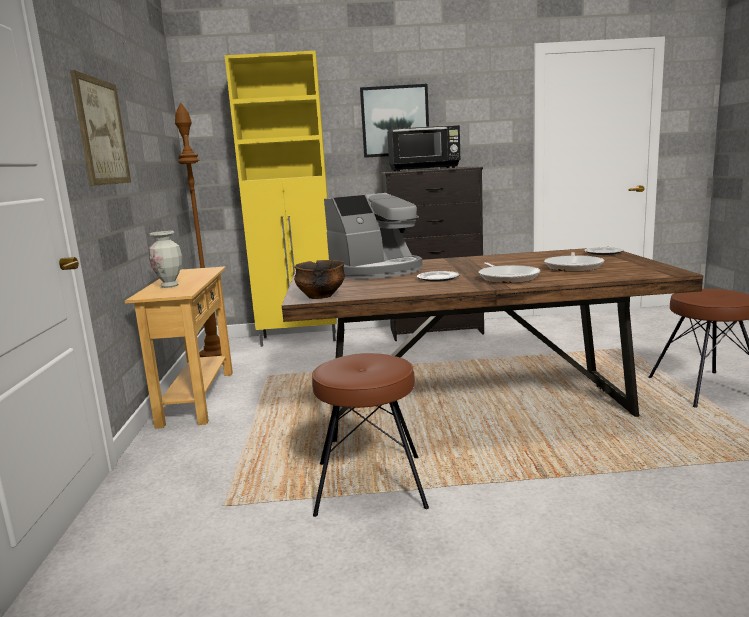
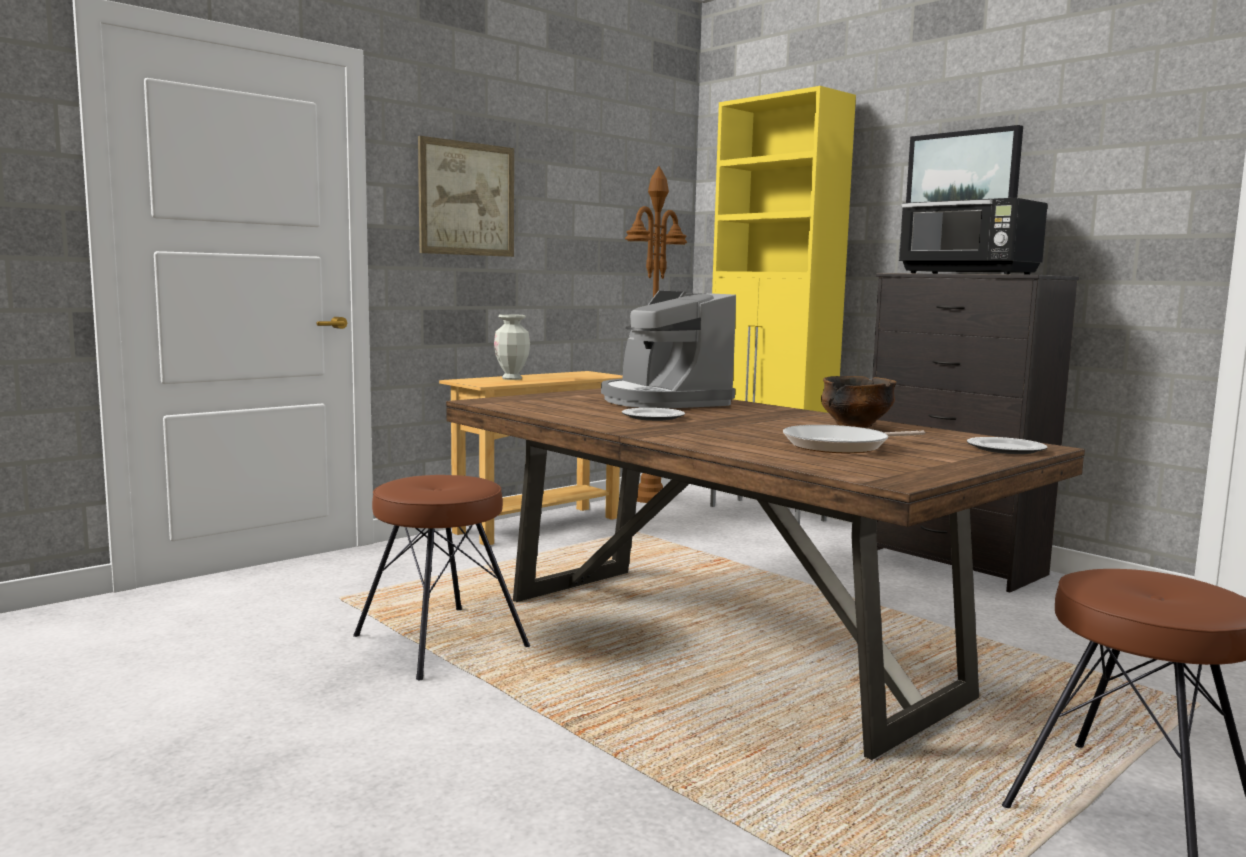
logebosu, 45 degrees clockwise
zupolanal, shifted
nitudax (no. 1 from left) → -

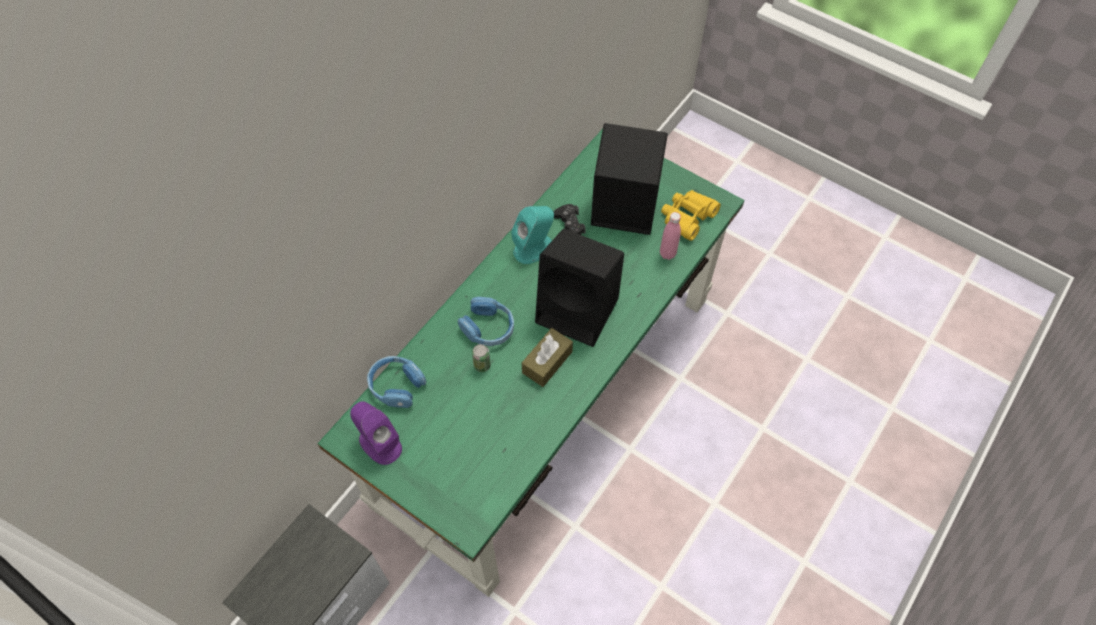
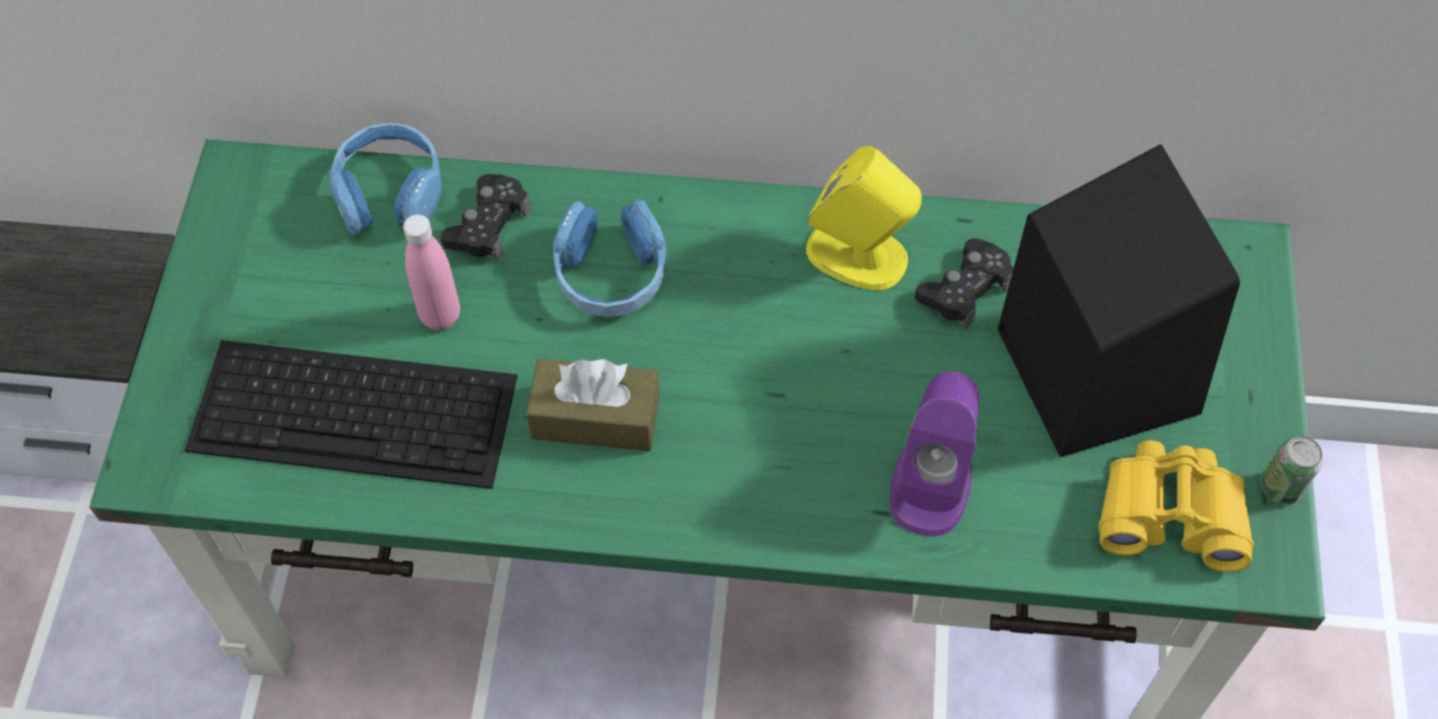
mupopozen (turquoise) → mupopozen (yellow)
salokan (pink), shifted
mupopozen (black) (no. 1 from left) → -
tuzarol, shifted
mupopozen (purple), shifted
- → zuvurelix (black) (no. 1 from left)
- → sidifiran

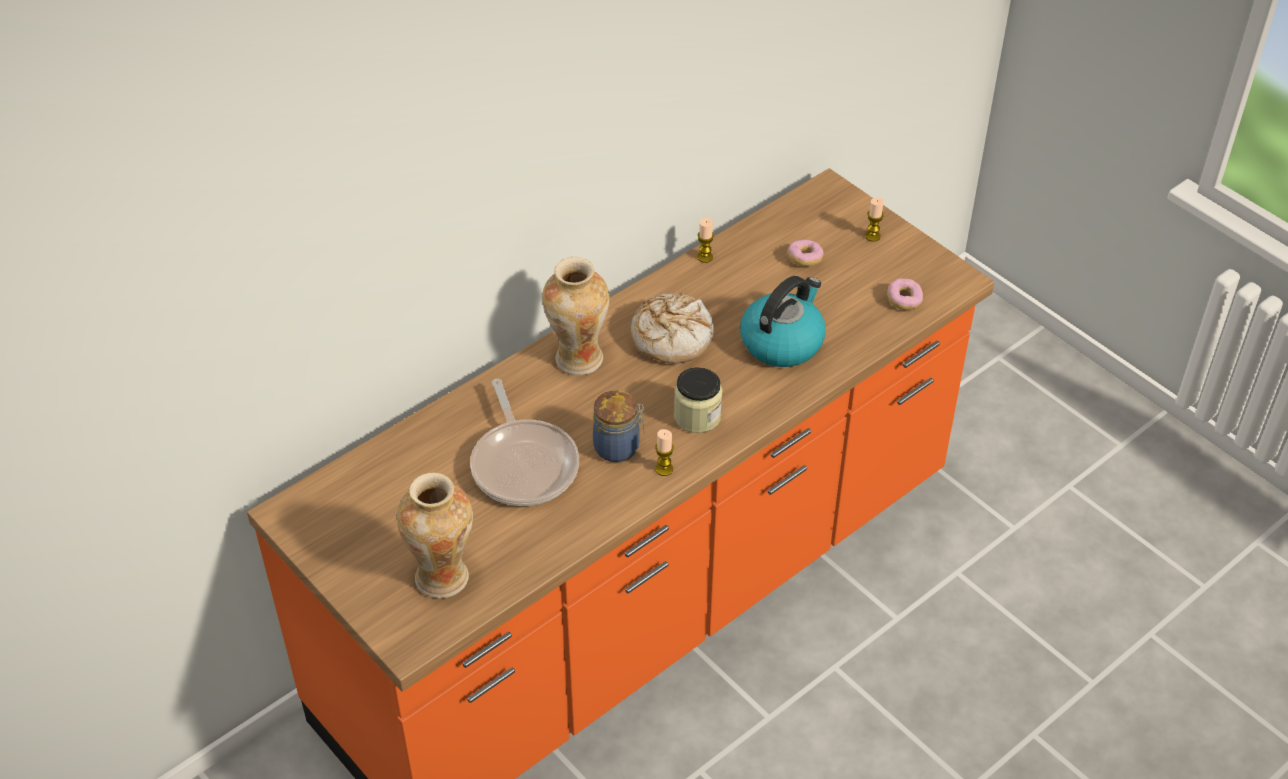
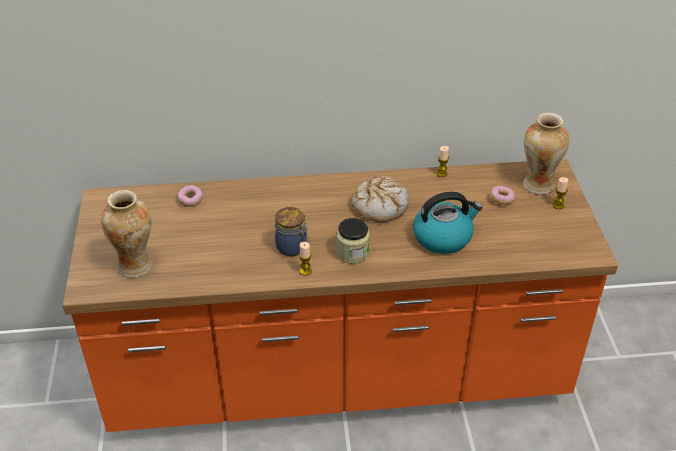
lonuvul (no. 2 from left), shifted
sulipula (no. 2 from left in the first image) → sulipula (no. 1 from left), shifted
nitudax → -

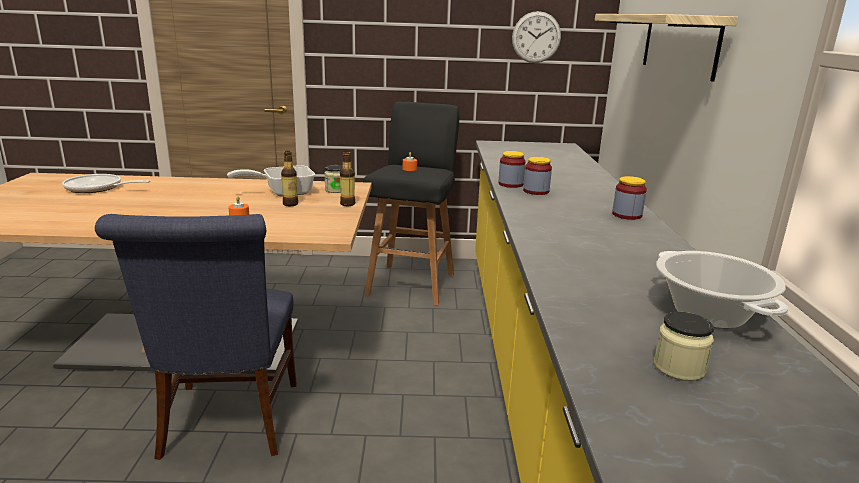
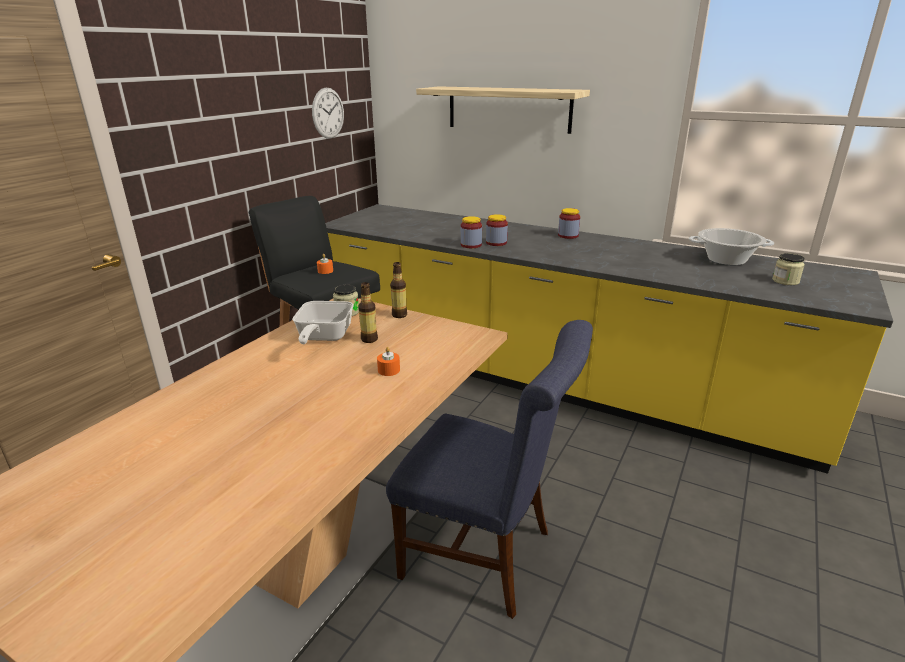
nitudax (no. 1 from left) → -

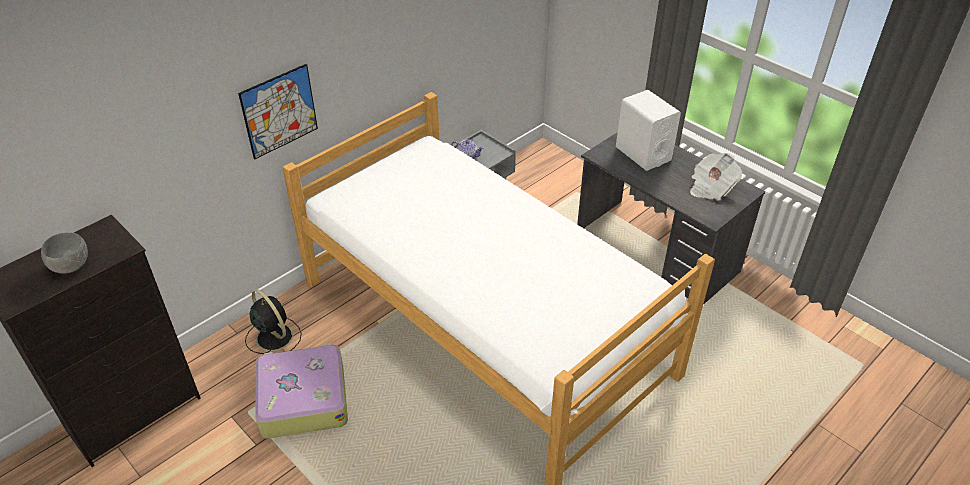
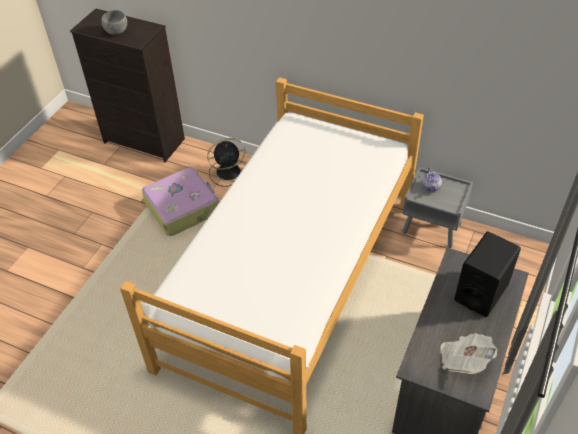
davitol → -
mupopozen (white) → mupopozen (black)
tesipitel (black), 135 degrees counterclockwise

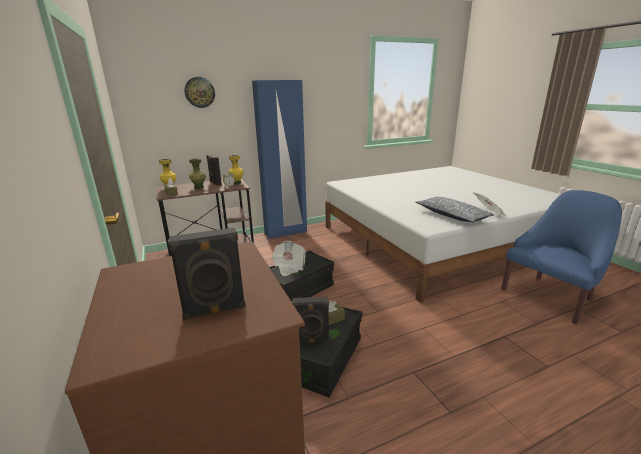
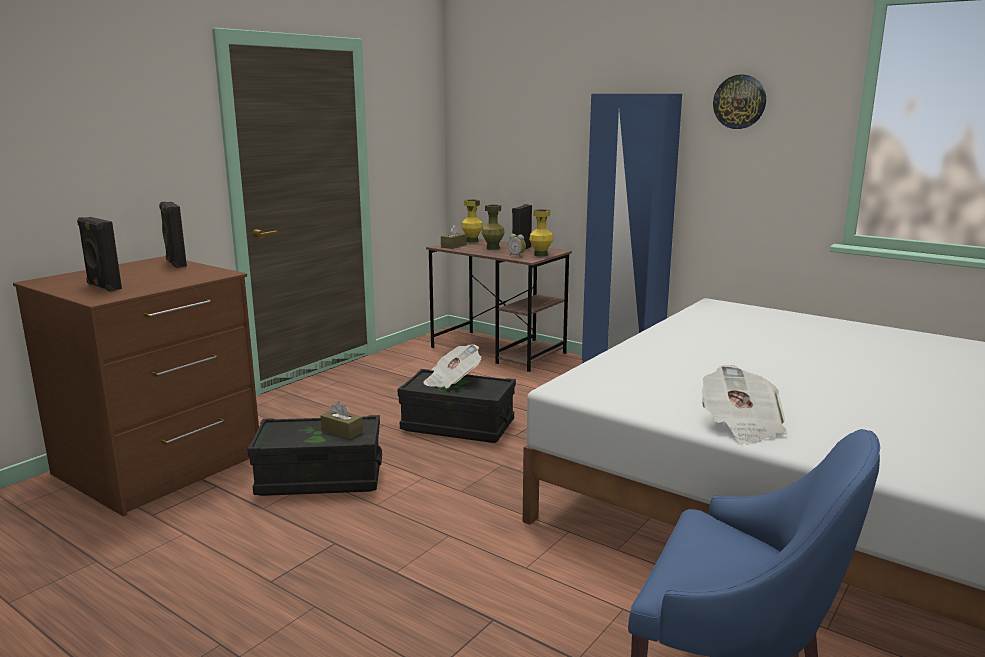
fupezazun, shifted
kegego → -
mupopozen (black) (no. 3 from left in the first image) → mupopozen (black) (no. 2 from left), shifted

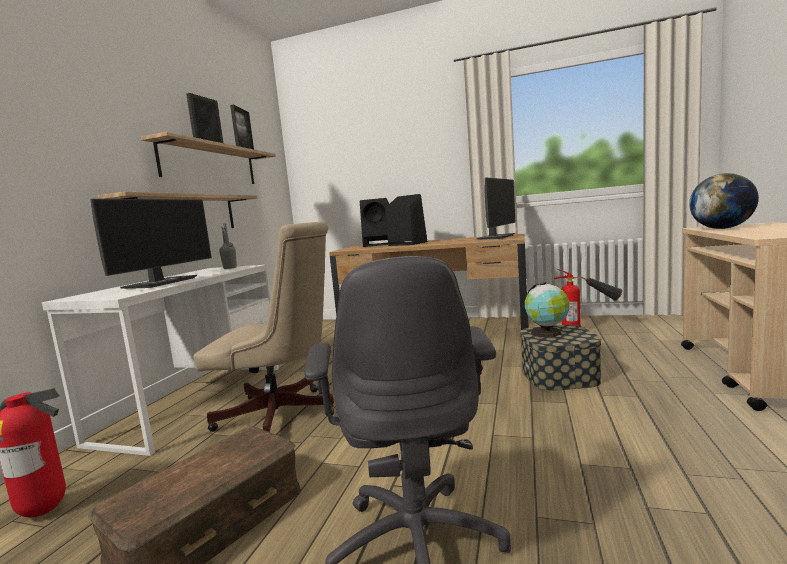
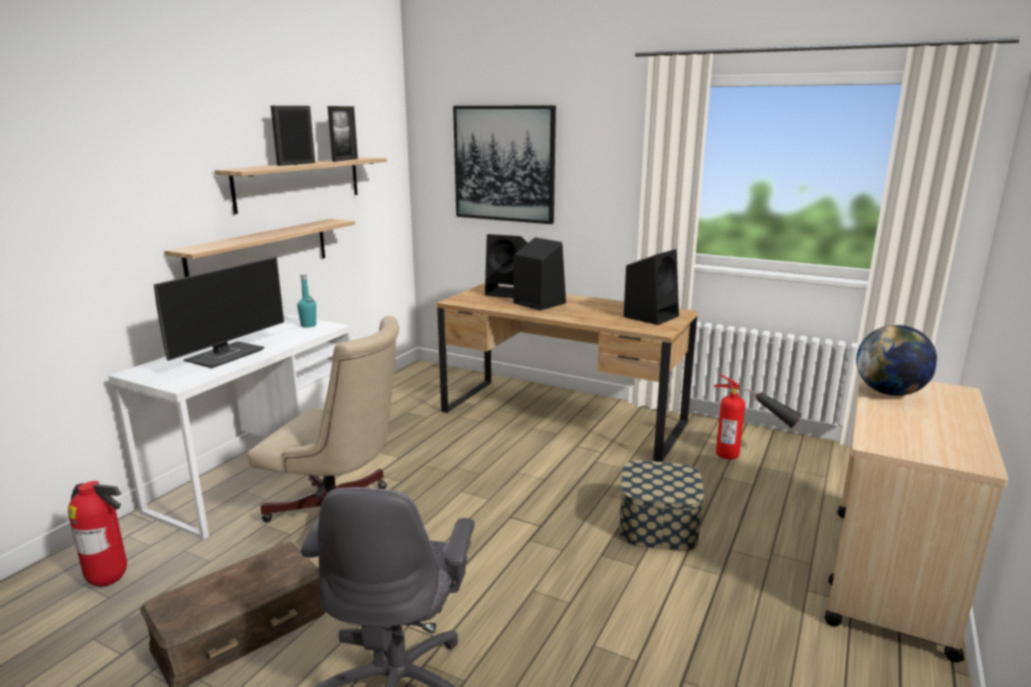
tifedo (no. 2 from left) → mupopozen (black) (no. 3 from left)
salokan (grey) → salokan (turquoise)
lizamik (no. 1 from left) → -
- → davitol

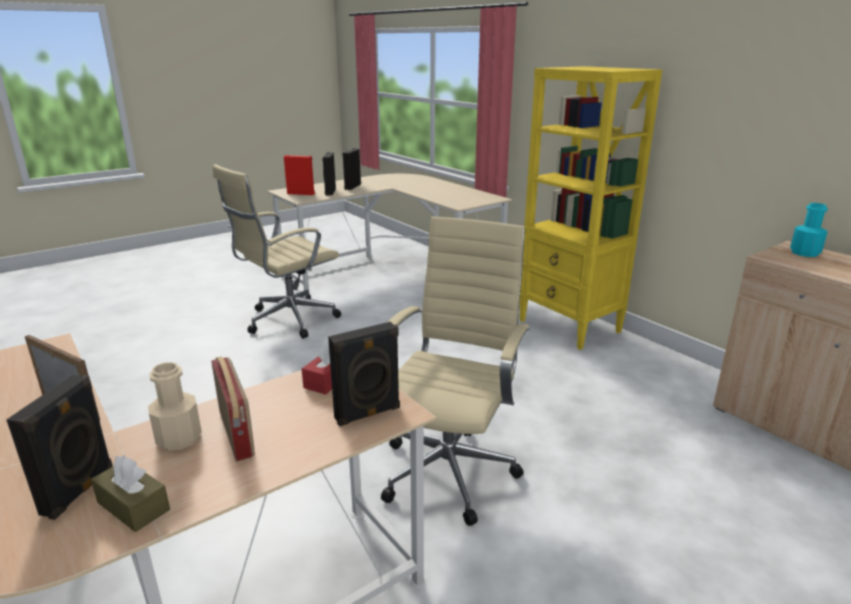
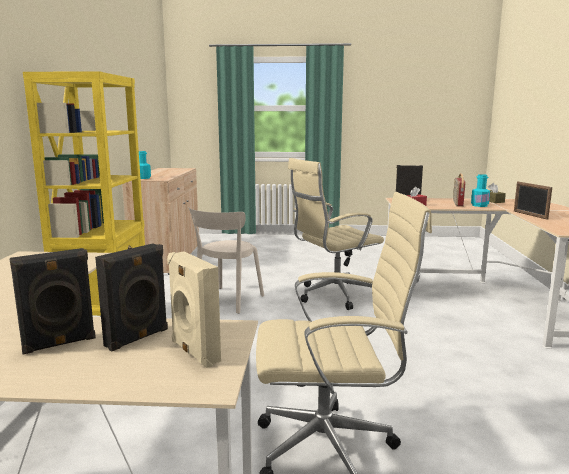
mupopozen (red) → mupopozen (beige)
salokan (beige) → salokan (turquoise) (no. 2 from left)
mupopozen (black) (no. 1 from left) → -
- → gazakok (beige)

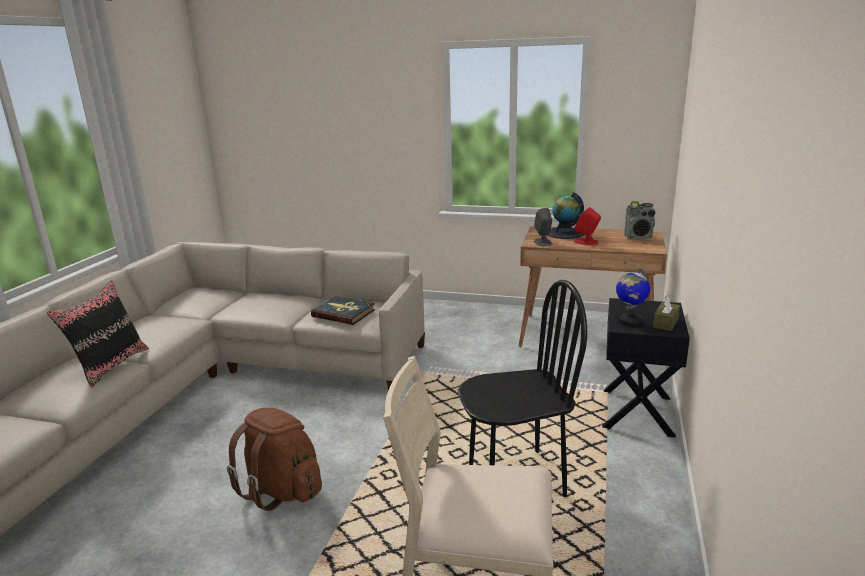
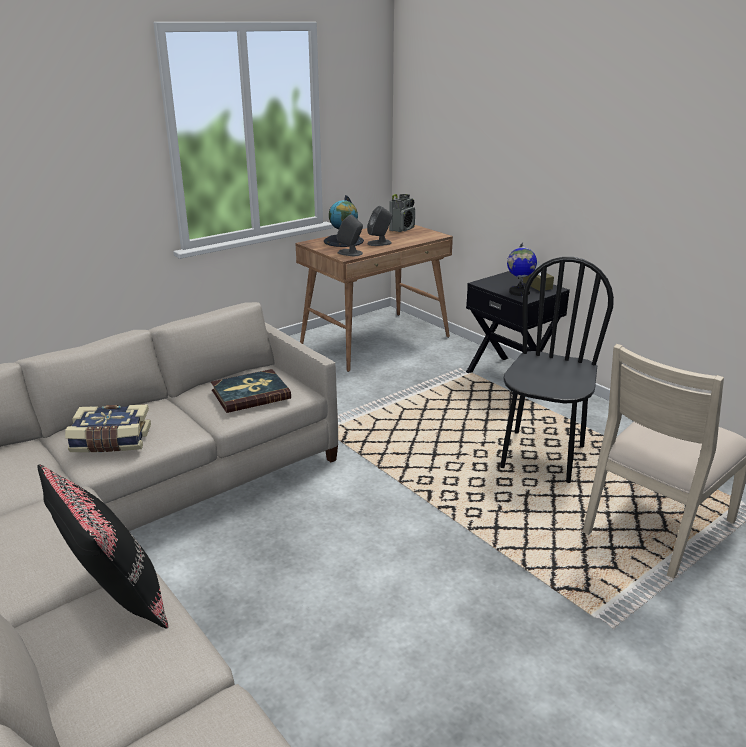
mupopozen (red) → mupopozen (grey) (no. 2 from left)
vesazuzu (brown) → -
- → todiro (no. 1 from left)

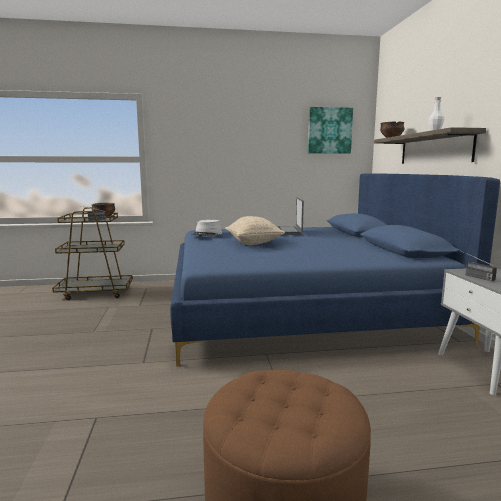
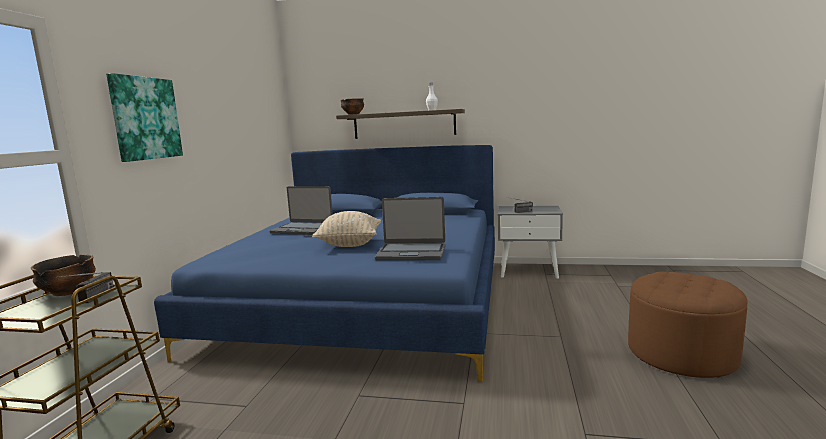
davitol, shifted
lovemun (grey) → -
- → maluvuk (no. 2 from left)

